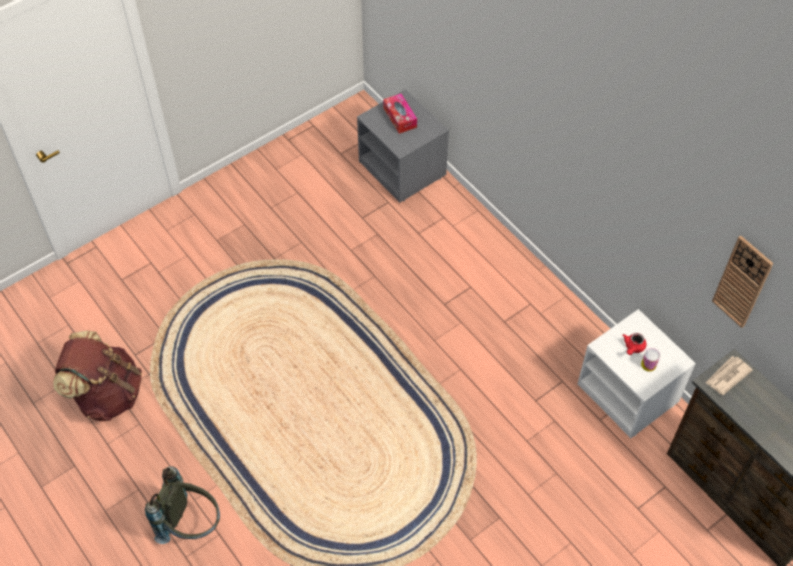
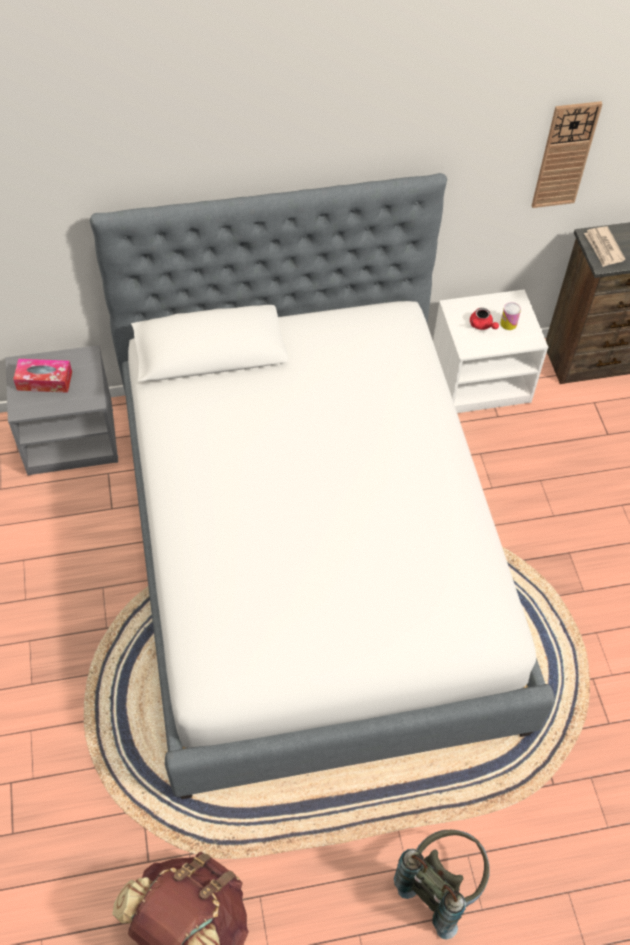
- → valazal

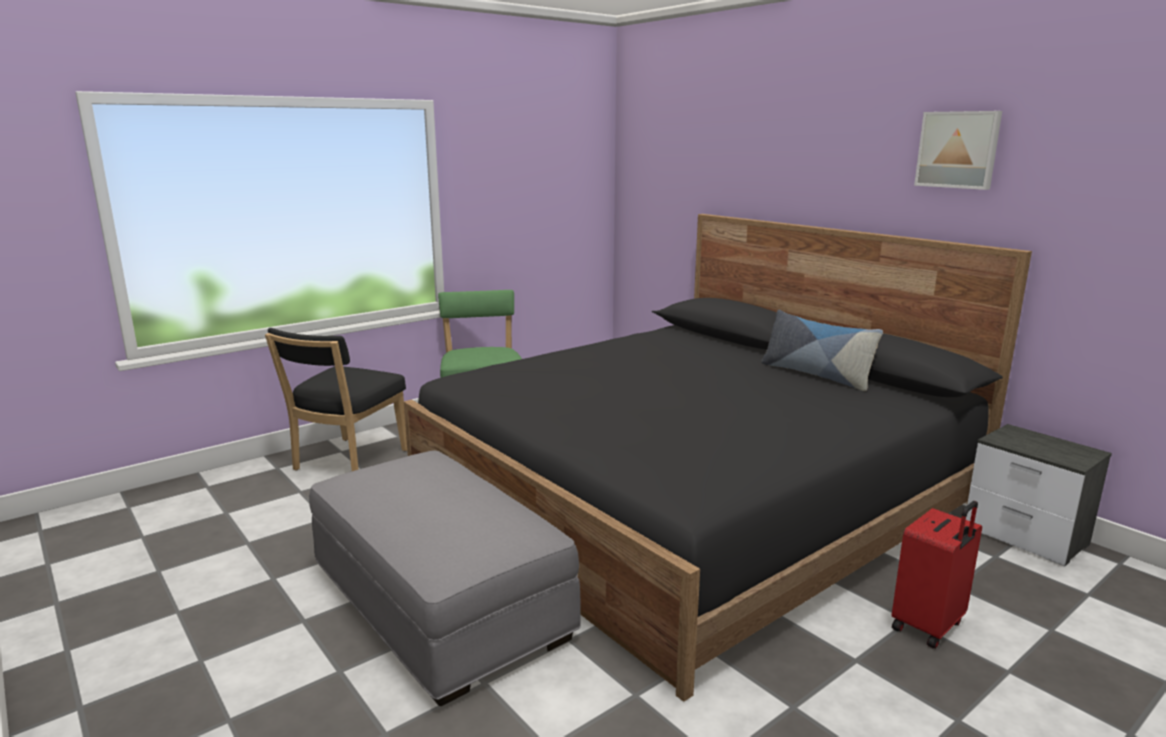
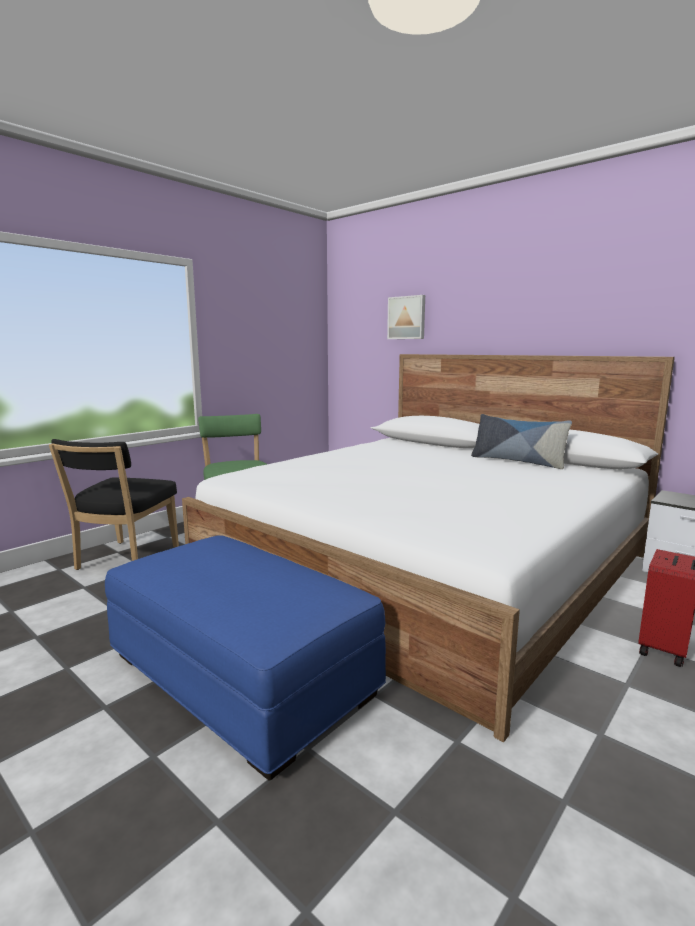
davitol, shifted
valazal (black) → valazal (white)
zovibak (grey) → zovibak (blue)

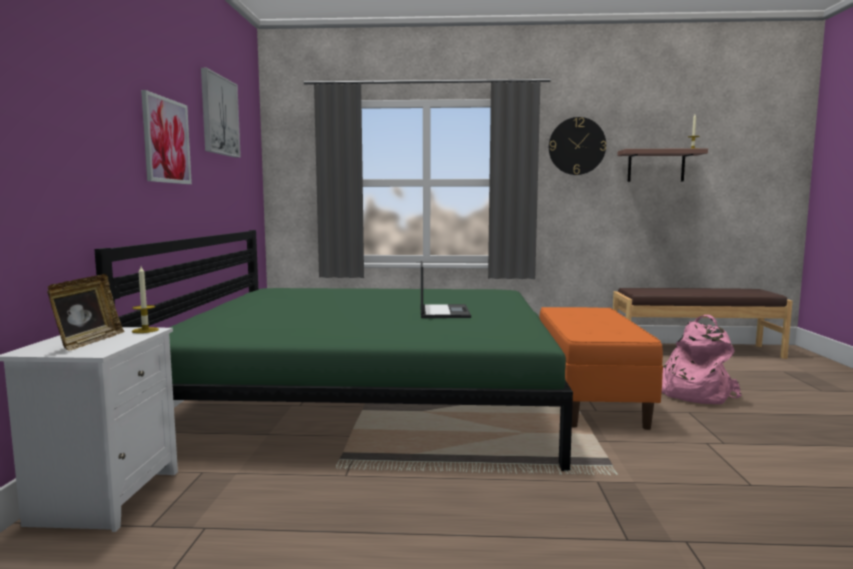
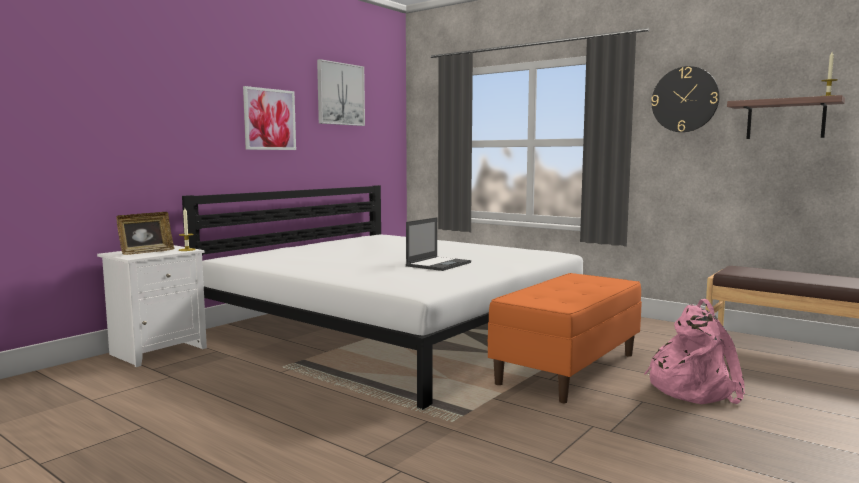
valazal (green) → valazal (white)

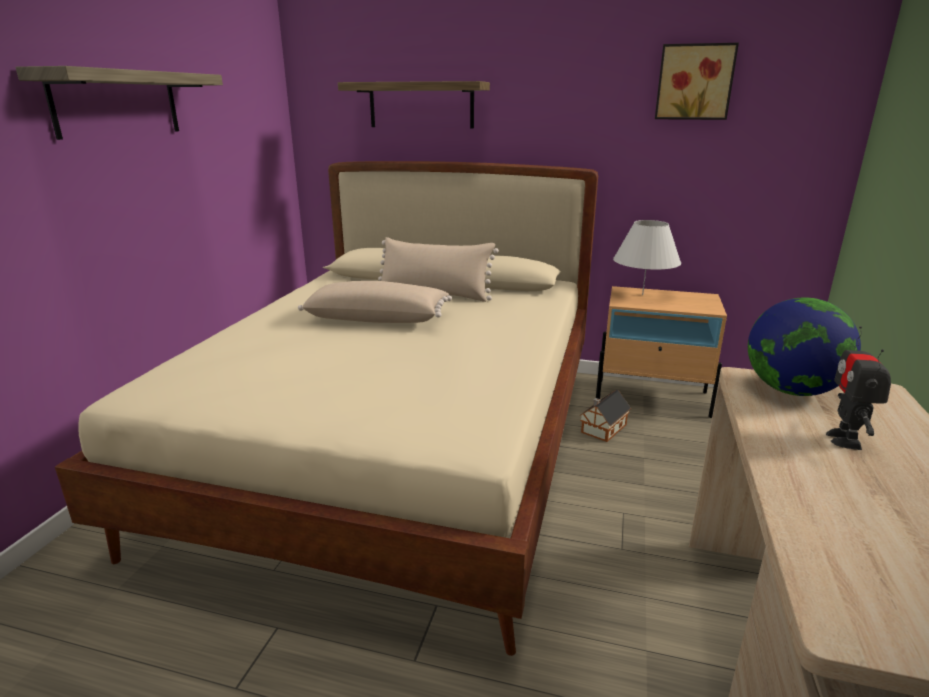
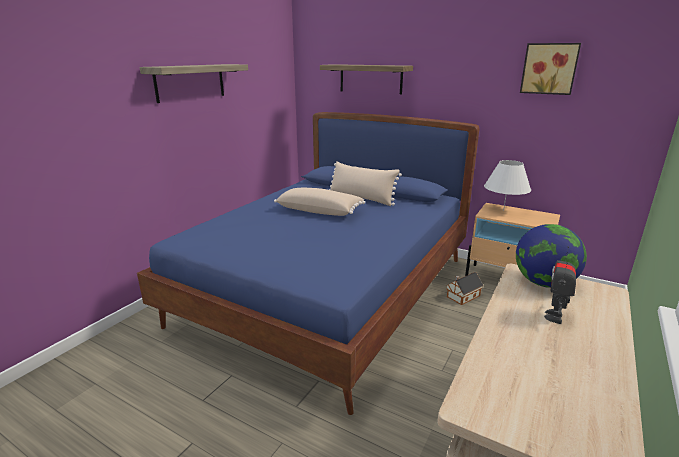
valazal (beige) → valazal (blue)

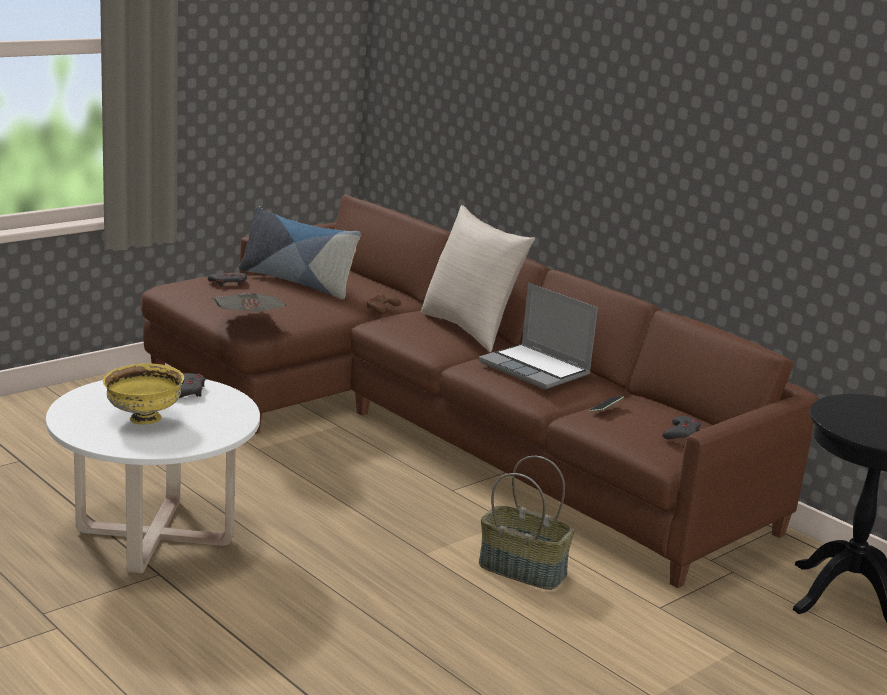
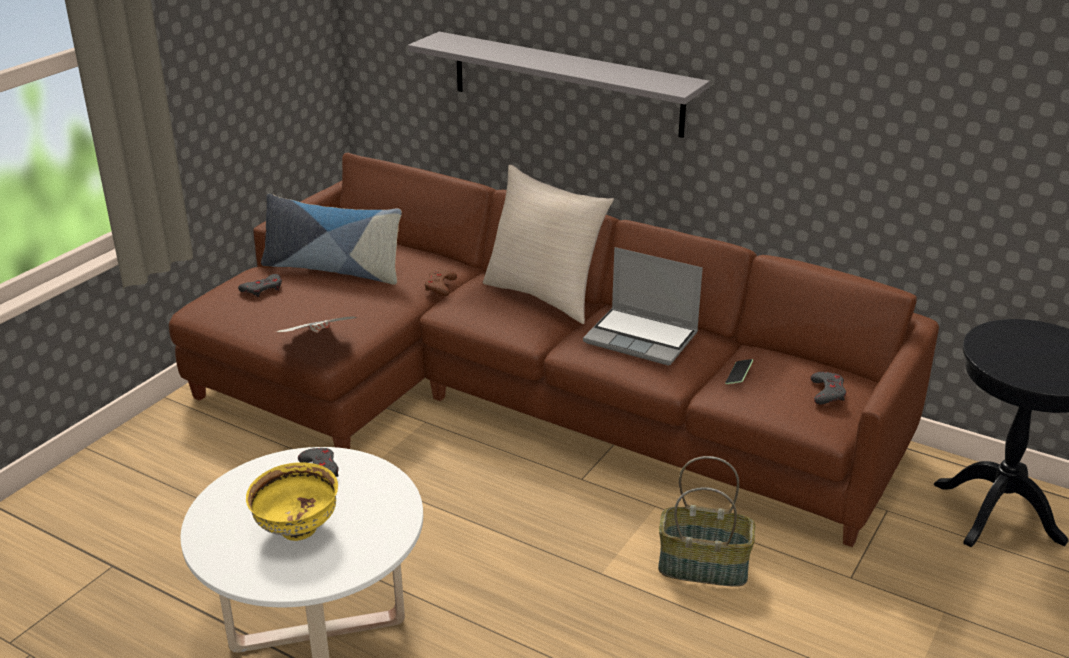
- → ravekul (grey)

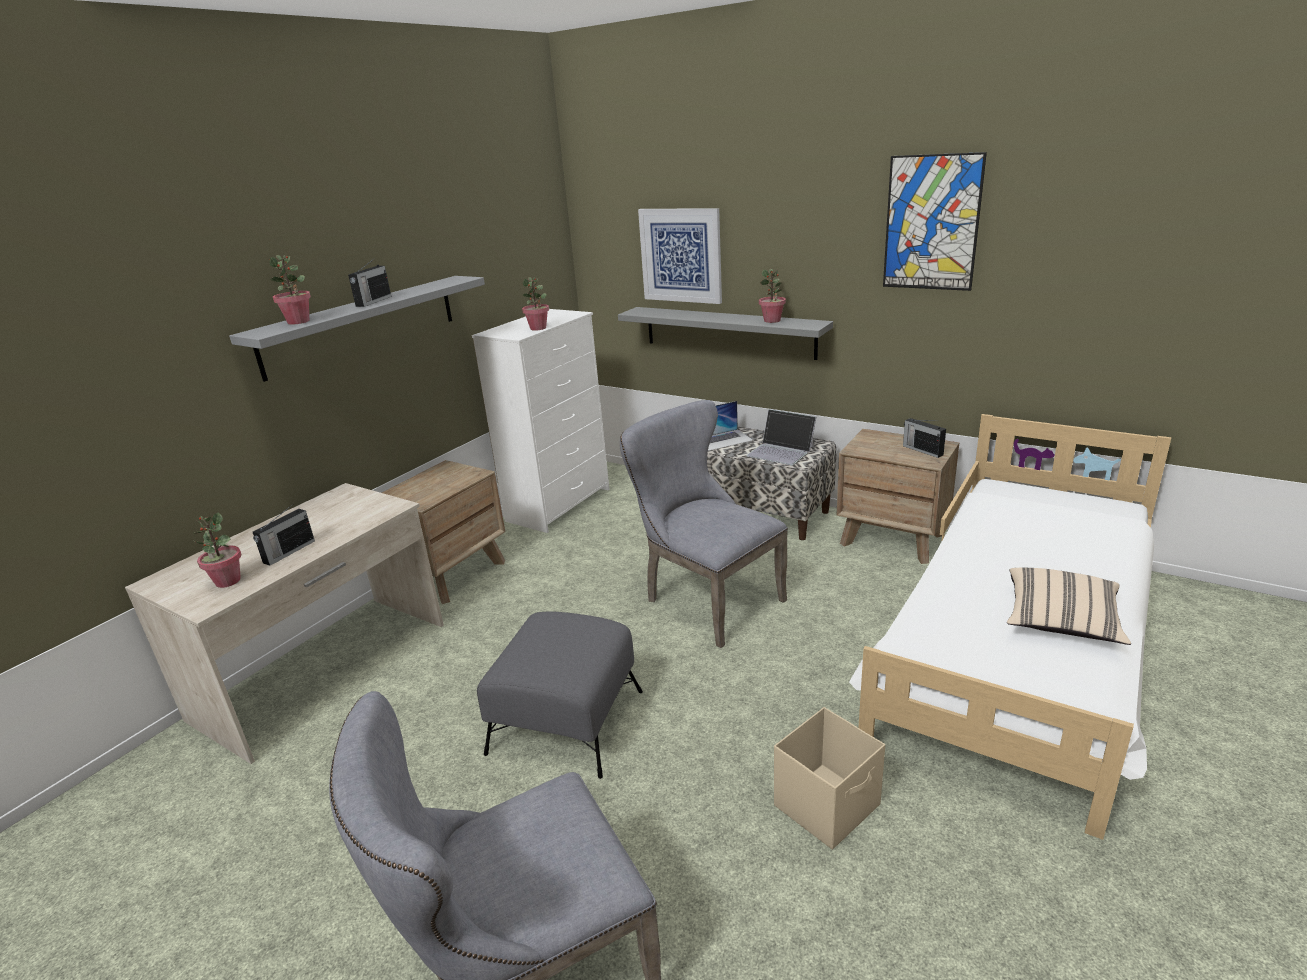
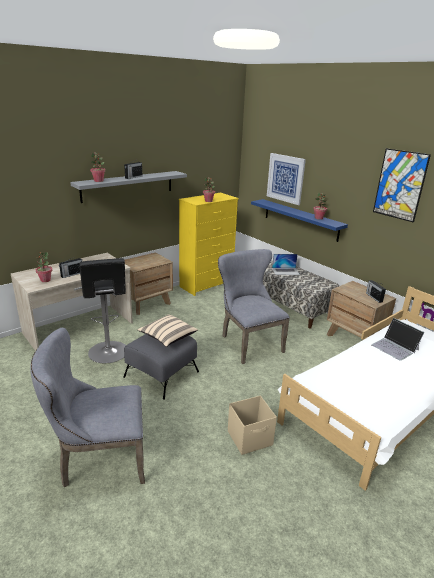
ravekul (grey) (no. 2 from left) → ravekul (blue)
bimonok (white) → bimonok (yellow)
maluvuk (no. 2 from left), shifted
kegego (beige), shifted
- → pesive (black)

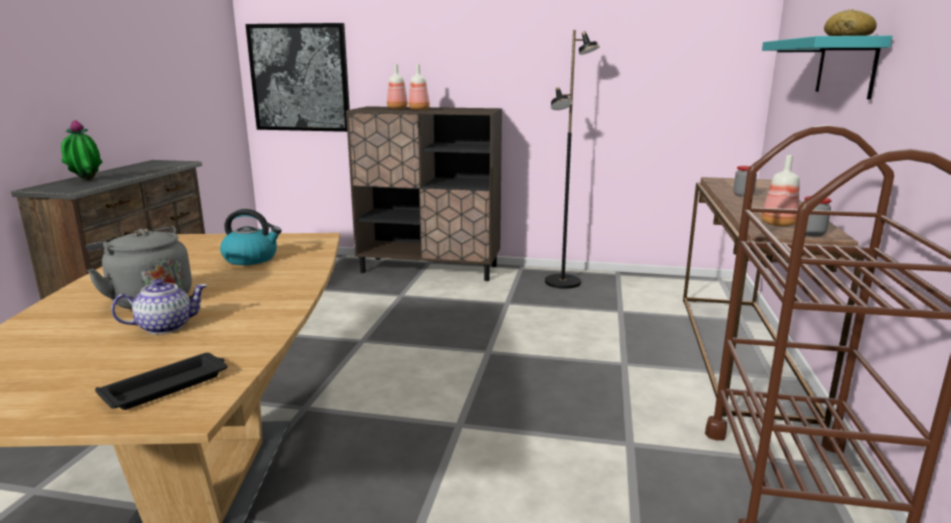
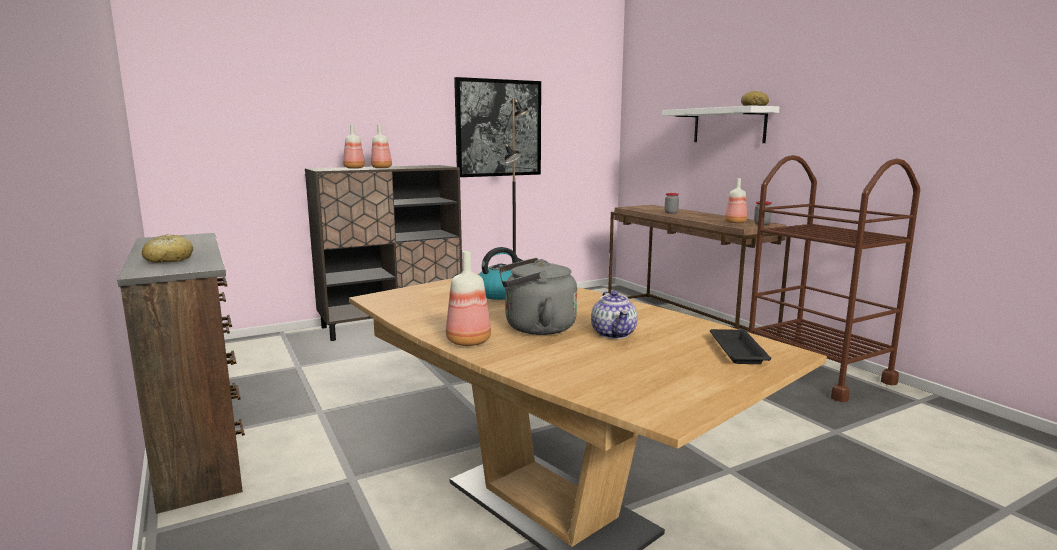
davitol, shifted
ravekul (turquoise) → ravekul (white)
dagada → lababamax (no. 1 from left)
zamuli, 150 degrees clockwise
- → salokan (no. 3 from left)

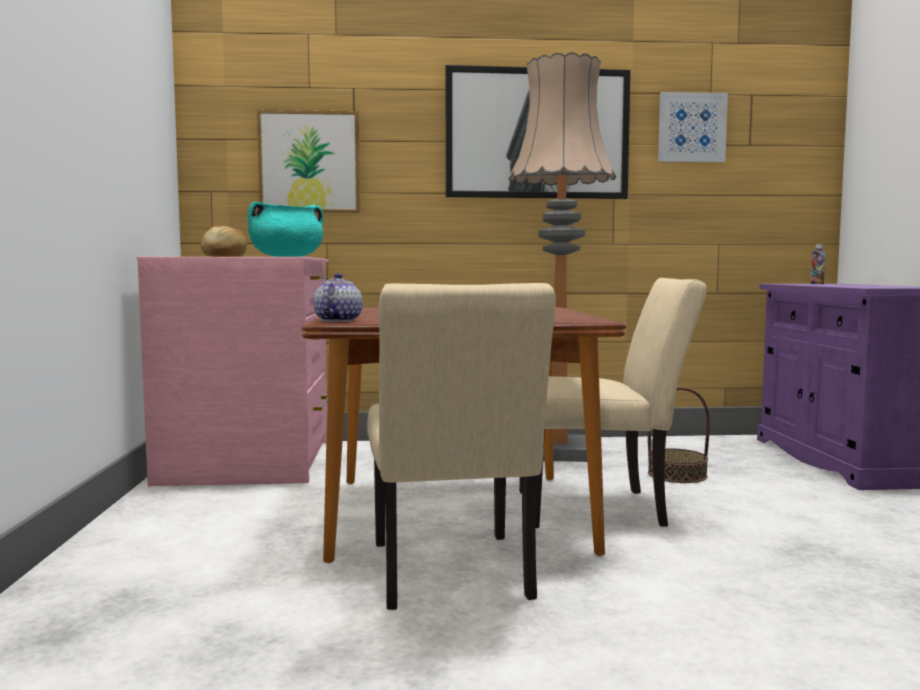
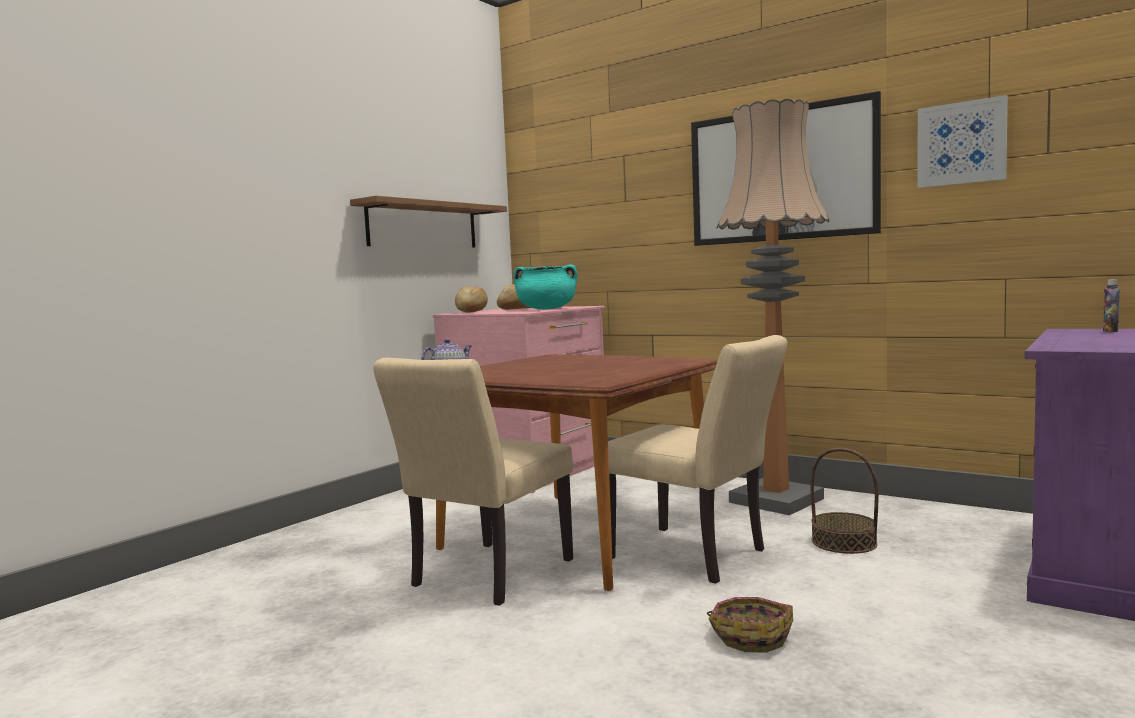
davitol (no. 1 from left) → -
- → ravekul (brown)
- → lababamax (no. 1 from left)
- → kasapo (no. 1 from left)

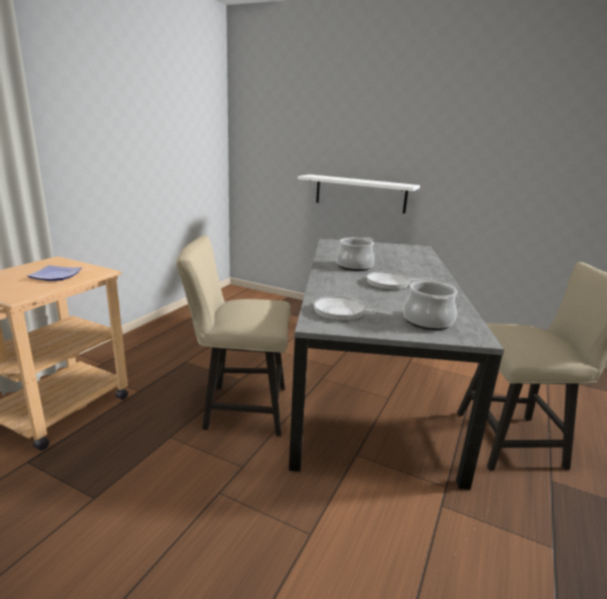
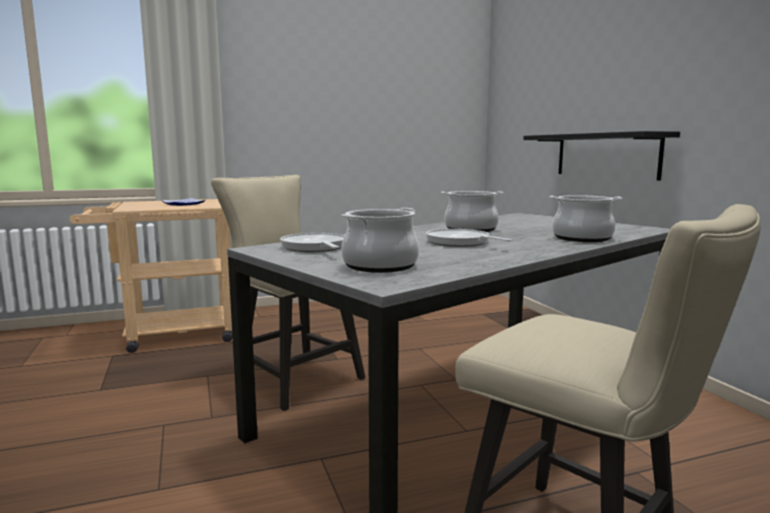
ravekul (white) → ravekul (black)
- → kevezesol (no. 3 from left)

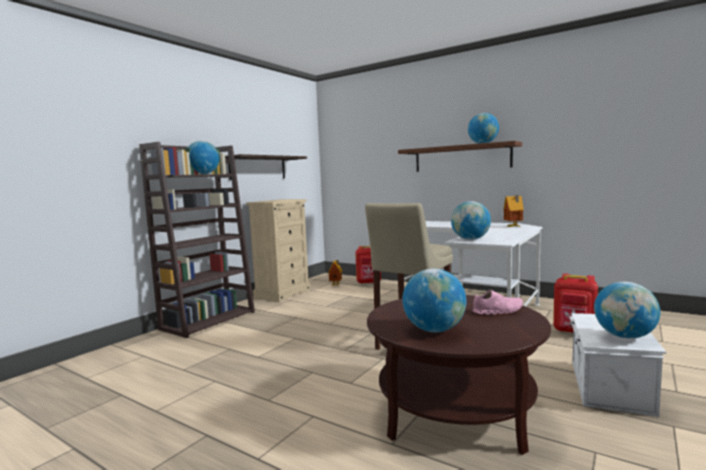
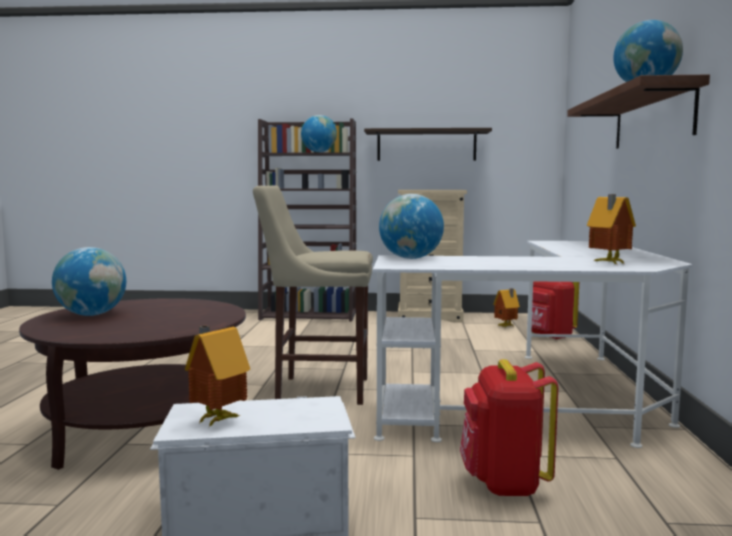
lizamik (no. 5 from left) → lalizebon (no. 1 from left)
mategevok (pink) → -

